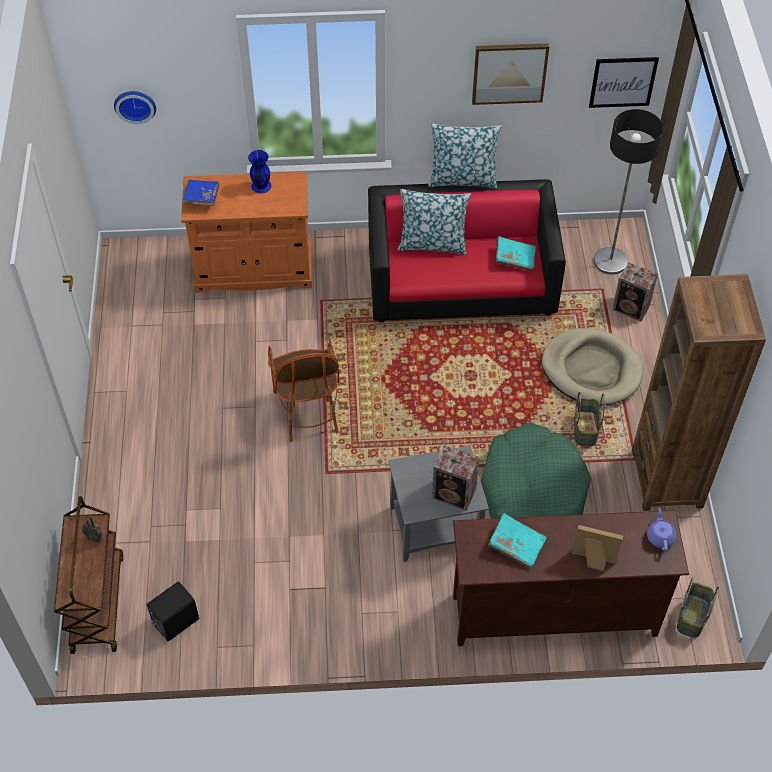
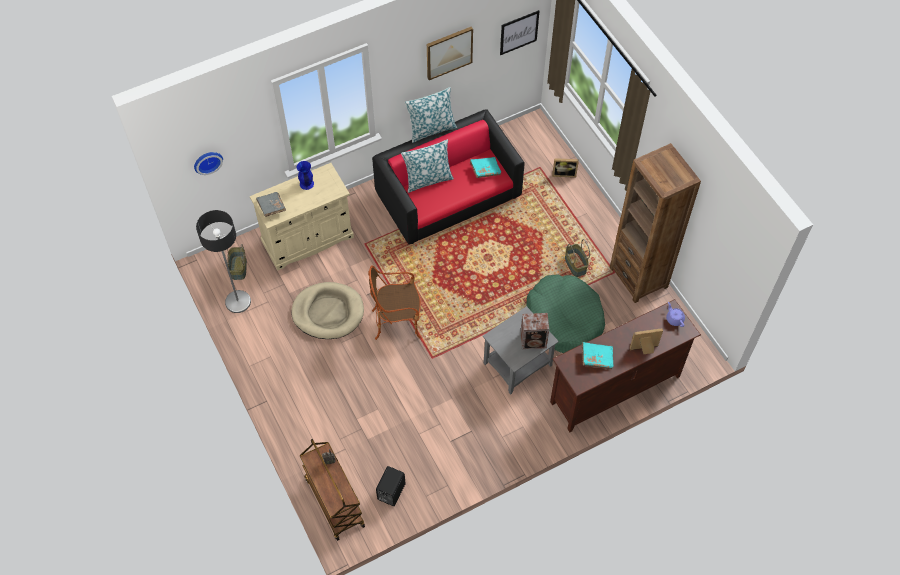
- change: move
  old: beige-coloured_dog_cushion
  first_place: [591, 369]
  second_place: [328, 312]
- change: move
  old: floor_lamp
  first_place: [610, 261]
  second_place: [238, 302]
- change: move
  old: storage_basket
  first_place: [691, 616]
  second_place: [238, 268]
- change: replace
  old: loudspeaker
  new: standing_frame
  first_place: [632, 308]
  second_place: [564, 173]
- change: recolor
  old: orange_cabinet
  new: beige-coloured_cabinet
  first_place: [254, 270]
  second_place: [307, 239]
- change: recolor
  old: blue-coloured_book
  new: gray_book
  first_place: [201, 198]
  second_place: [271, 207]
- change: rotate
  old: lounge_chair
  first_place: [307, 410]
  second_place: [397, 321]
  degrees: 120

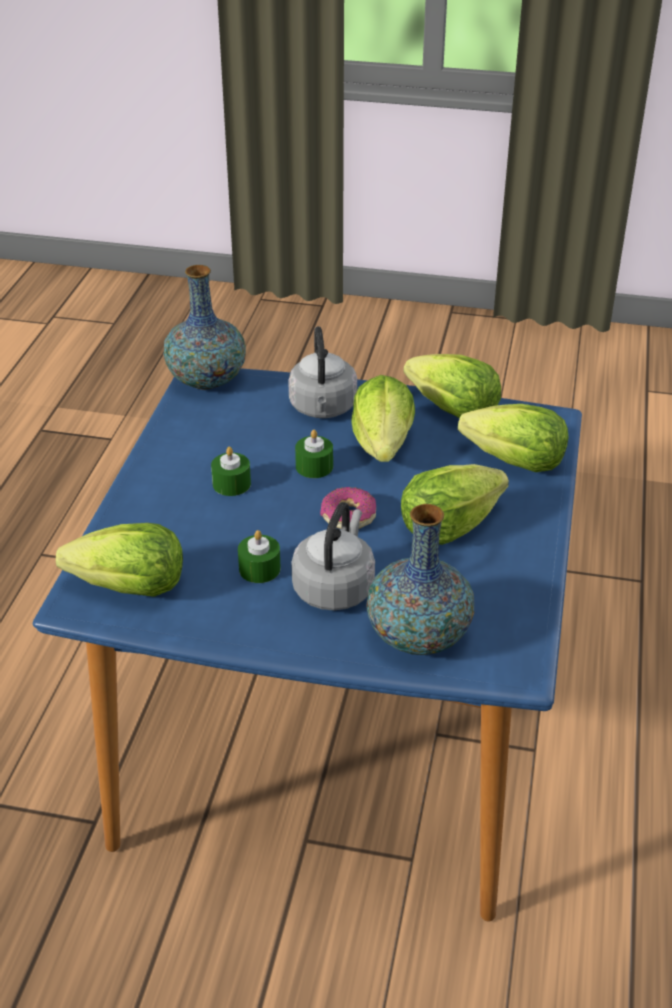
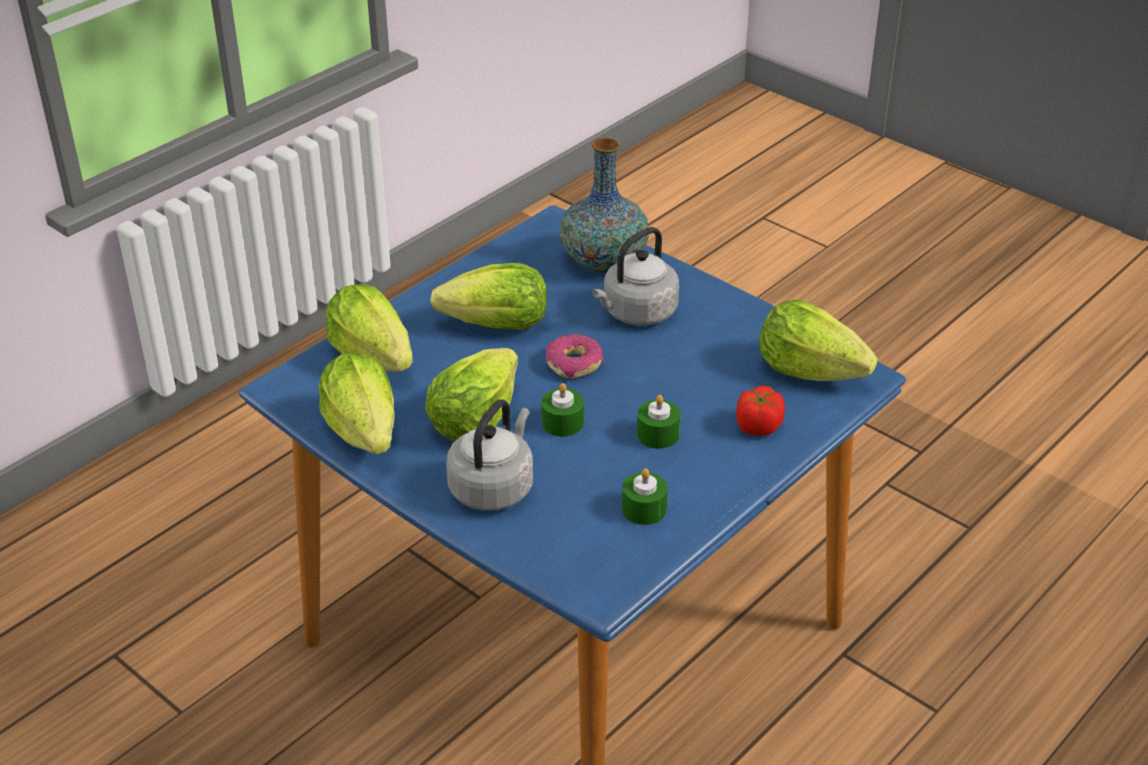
- change: delete
  old: vase
  first_place: [206, 380]
- change: insert
  new: tomato
  second_place: [758, 426]
- change: move
  old: green-coloured_wax_candle
  first_place: [259, 569]
  second_place: [644, 509]

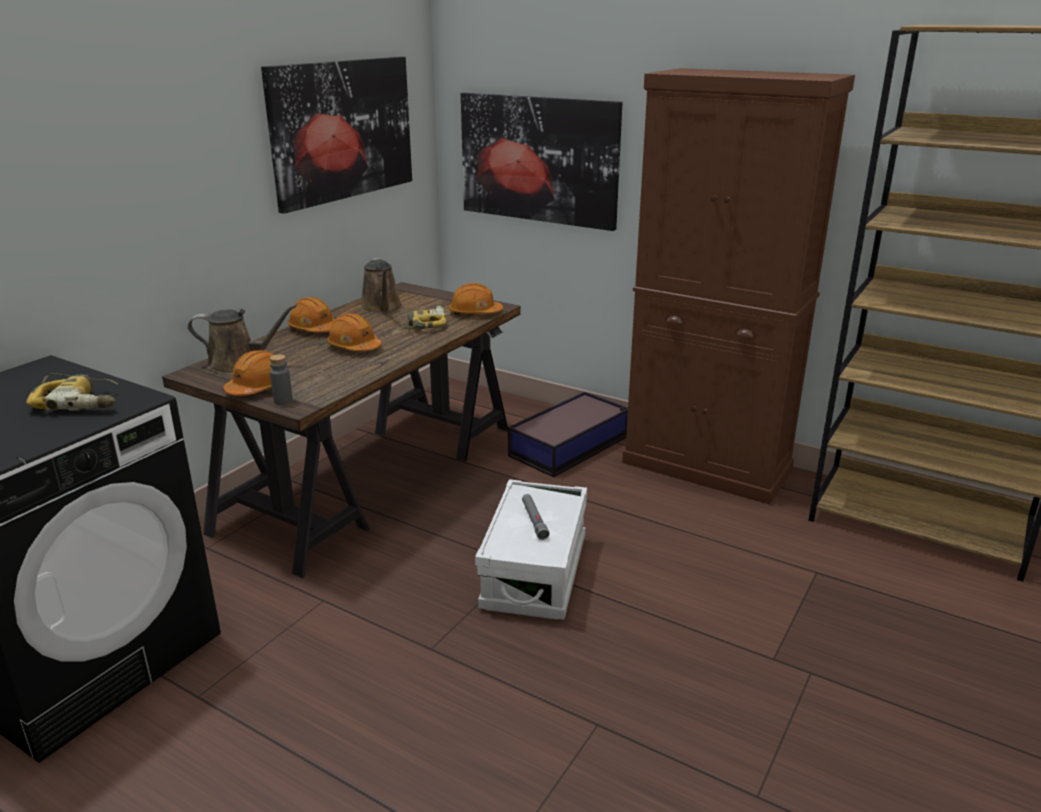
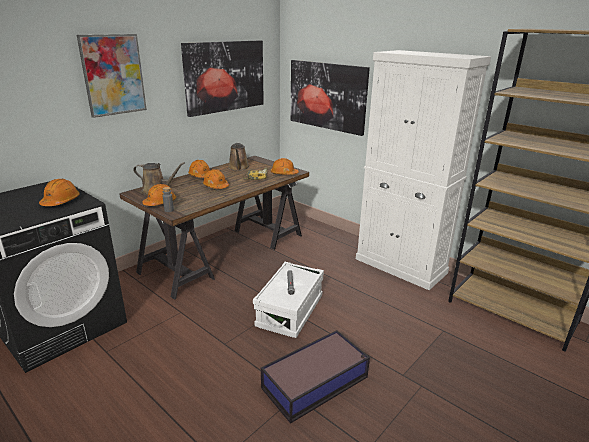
- change: insert
  new: wall_picture
  second_place: [113, 75]
- change: move
  old: storage_box
  first_place: [571, 445]
  second_place: [316, 382]
- change: replace
  old: drill
  new: orange_work_helmet
  first_place: [79, 401]
  second_place: [61, 201]
- change: recolor
  old: brown-coloured_cabinet
  new: white_cabinet
  first_place: [707, 467]
  second_place: [400, 266]

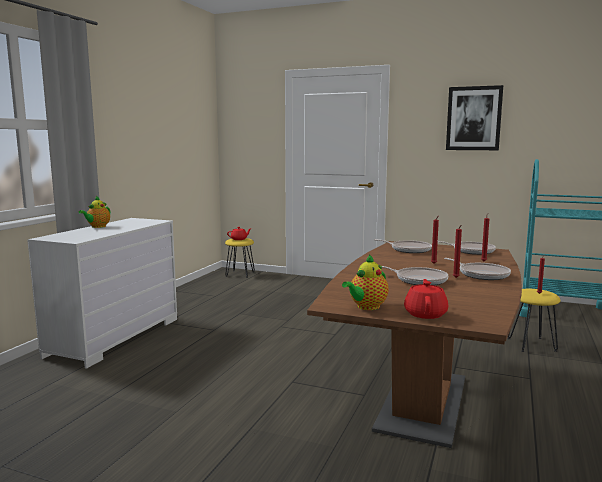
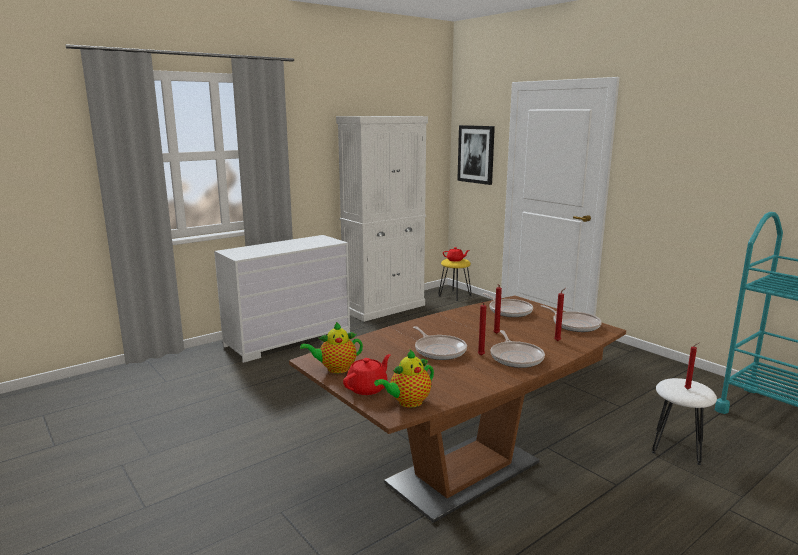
- change: insert
  new: white_cabinet
  second_place: [384, 308]
- change: move
  old: teapot
  first_place: [97, 227]
  second_place: [408, 402]
- change: move
  old: wall_picture
  first_place: [474, 118]
  second_place: [476, 154]
- change: recolor
  old: yellow-coloured_stool_seat
  new: white_stool_seat
  first_place: [532, 344]
  second_place: [677, 448]

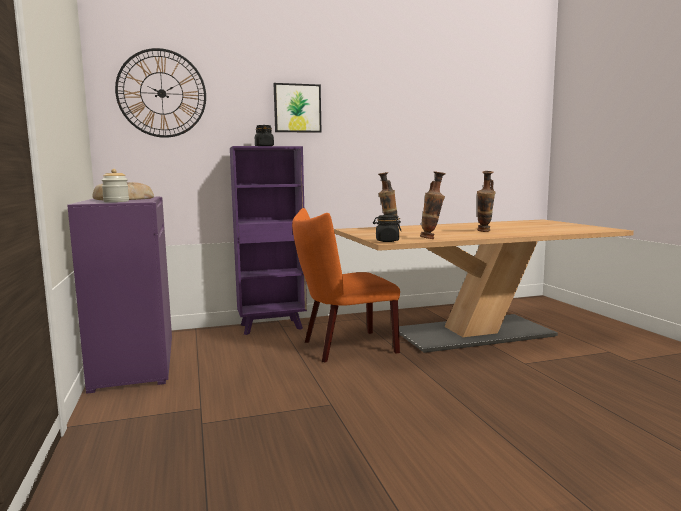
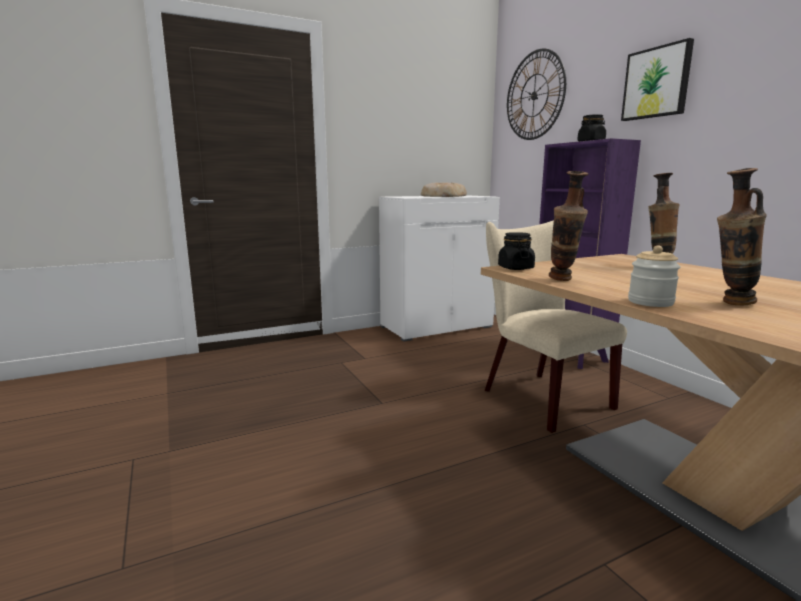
- change: move
  old: jar
  first_place: [116, 201]
  second_place: [650, 302]
- change: recolor
  old: purple-coloured_cabinet
  new: white_cabinet
  first_place: [133, 363]
  second_place: [436, 326]
- change: recolor
  old: orange_plain_chair
  new: beige-coloured_plain_chair
  first_place: [343, 347]
  second_place: [539, 396]

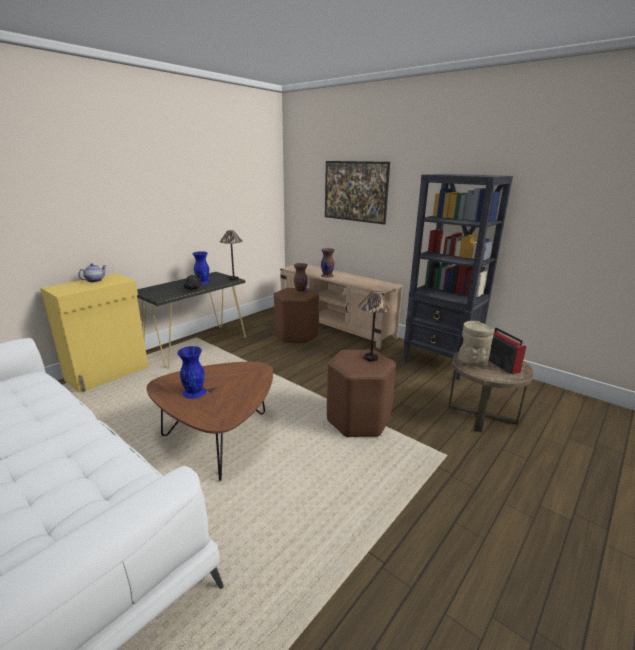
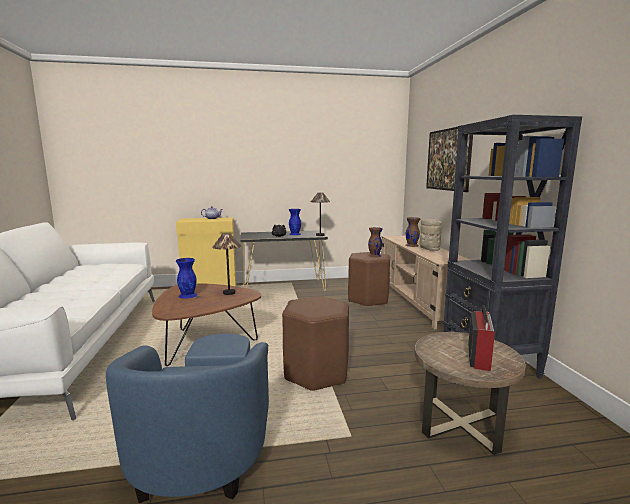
- change: insert
  new: blue-coloured_lounge_chair
  second_place: [205, 441]
- change: move
  old: tabletop_lamp
  first_place: [371, 358]
  second_place: [229, 293]
- change: move
  old: beige-coloured_vase
  first_place: [471, 363]
  second_place: [429, 249]

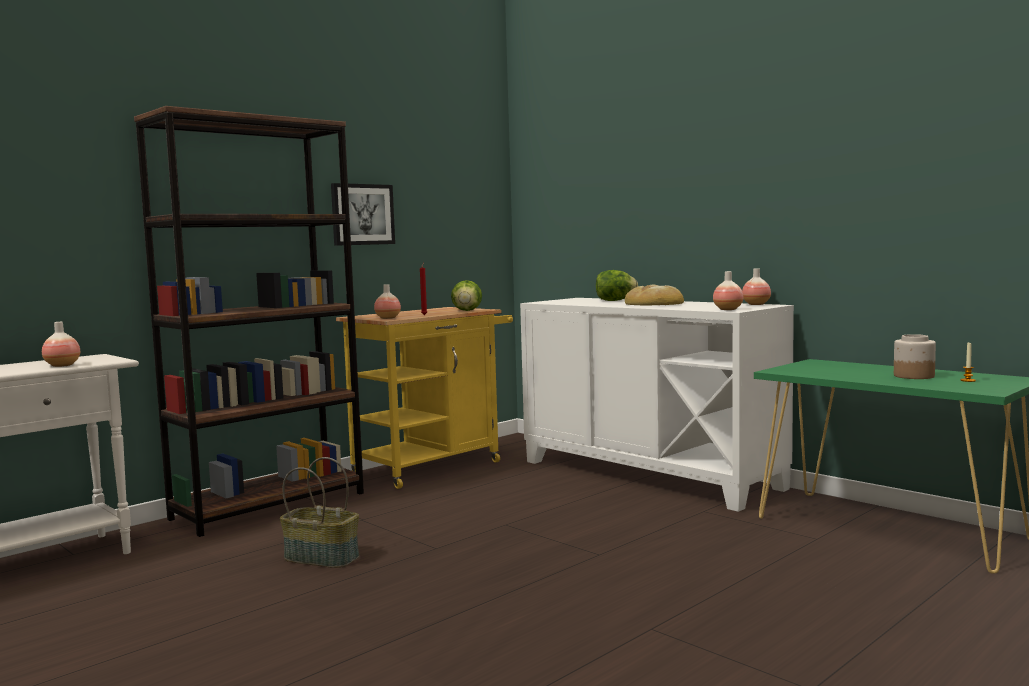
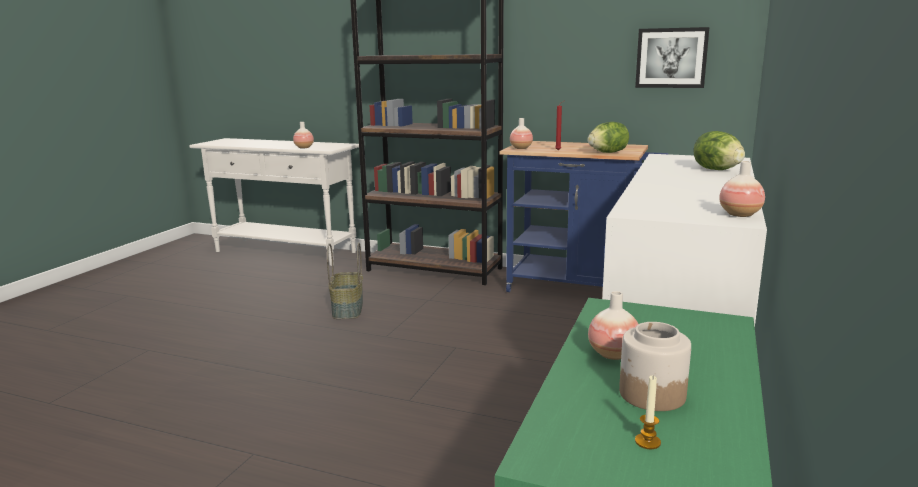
- change: delete
  old: bread
  first_place: [655, 303]
- change: move
  old: wall_picture
  first_place: [362, 214]
  second_place: [671, 58]
- change: move
  old: vase
  first_place: [728, 309]
  second_place: [613, 354]
- change: recolor
  old: yellow-coloured_wheeled_cart
  new: blue-coloured_wheeled_cart
  first_place: [434, 466]
  second_place: [579, 288]

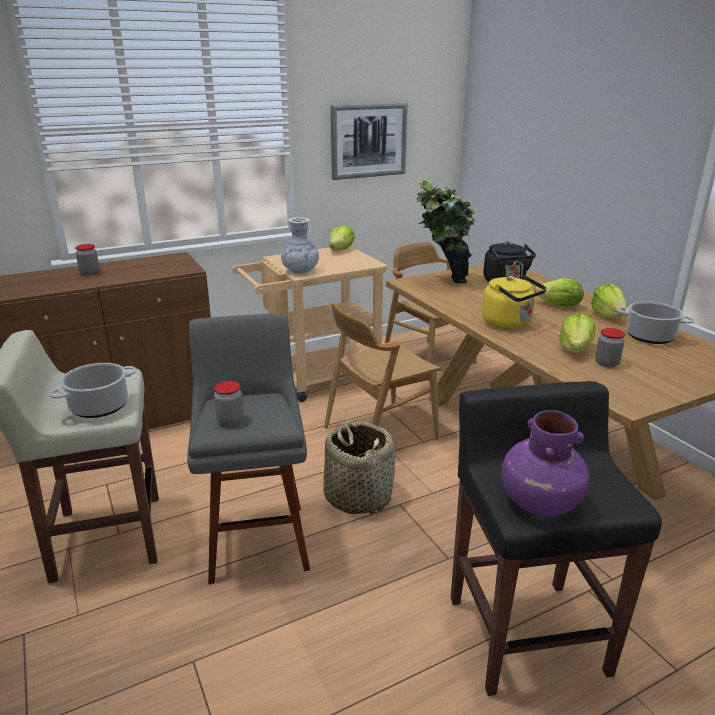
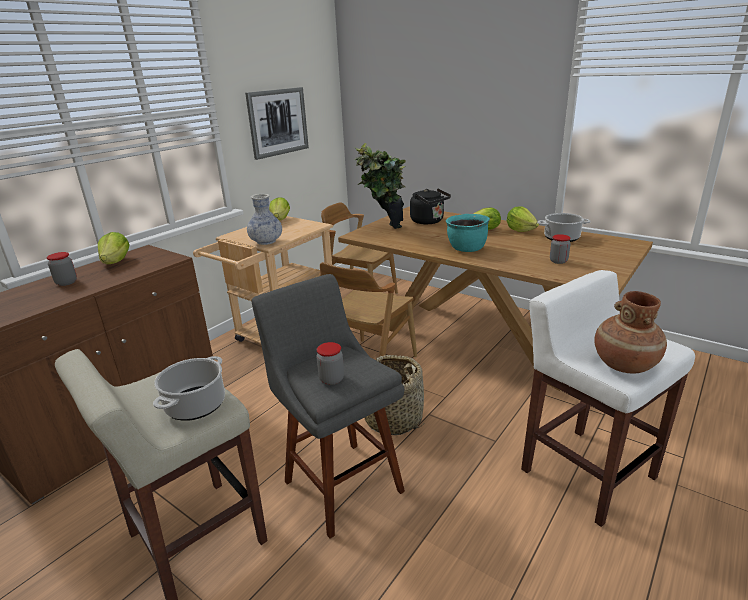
- change: move
  old: lettuce
  first_place: [575, 349]
  second_place: [116, 262]
- change: replace
  old: yellow-coloured_water_kettle
  new: blue-green_saucepot
  first_place: [509, 323]
  second_place: [466, 249]
- change: recolor
  old: black_stool_seat
  new: white_stool_seat
  first_place: [526, 633]
  second_place: [586, 472]
- change: recolor
  old: purple-coloured_vase
  new: brown-coloured_vase
  first_place: [539, 502]
  second_place: [624, 364]

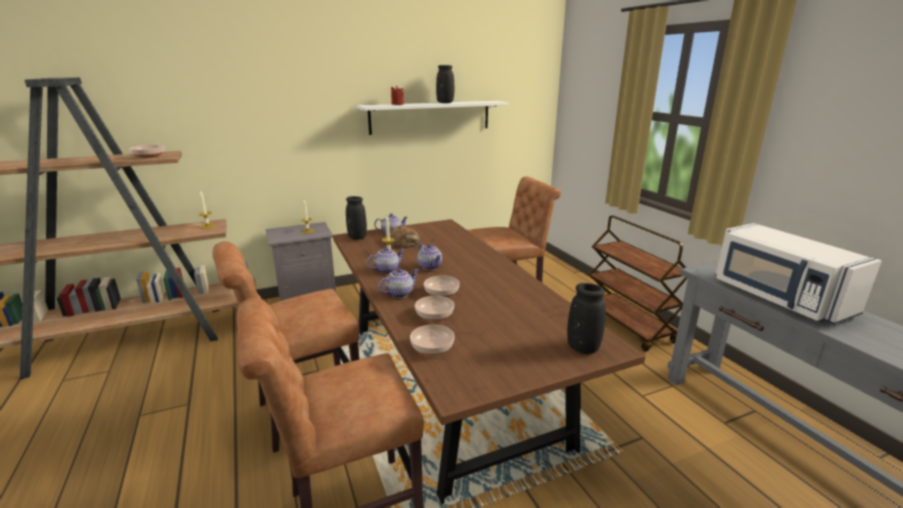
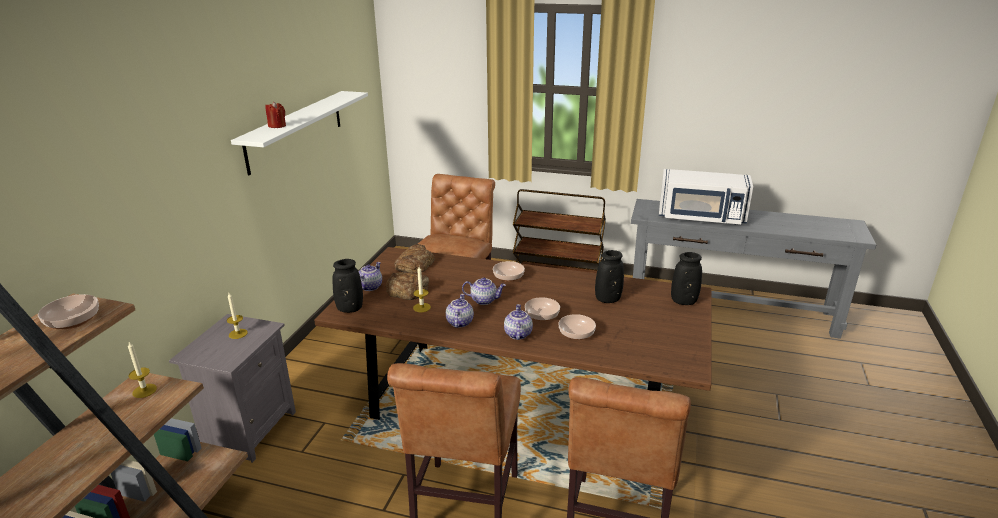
- change: insert
  new: bread
  second_place: [414, 264]
- change: move
  old: deep_dish
  first_place: [433, 347]
  second_place: [508, 277]
- change: move
  old: black_vase
  first_place: [445, 103]
  second_place: [608, 299]

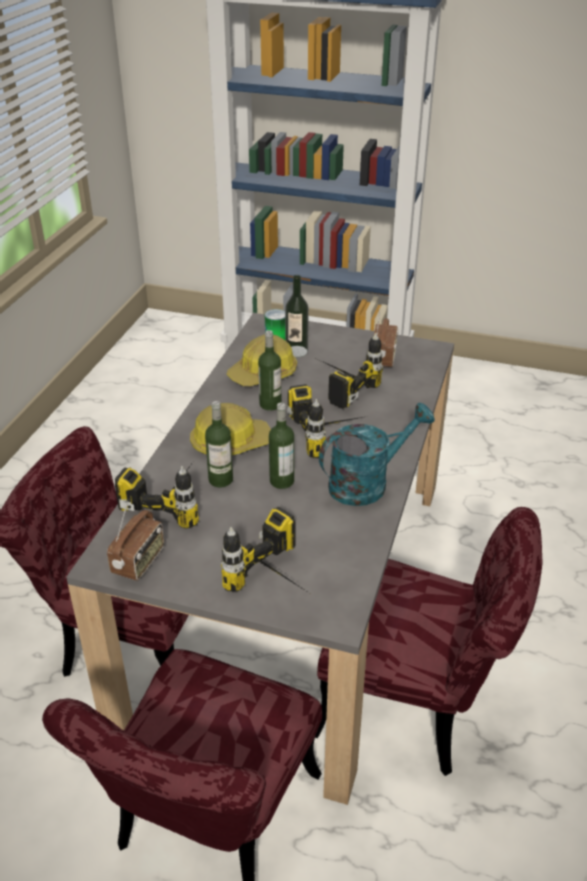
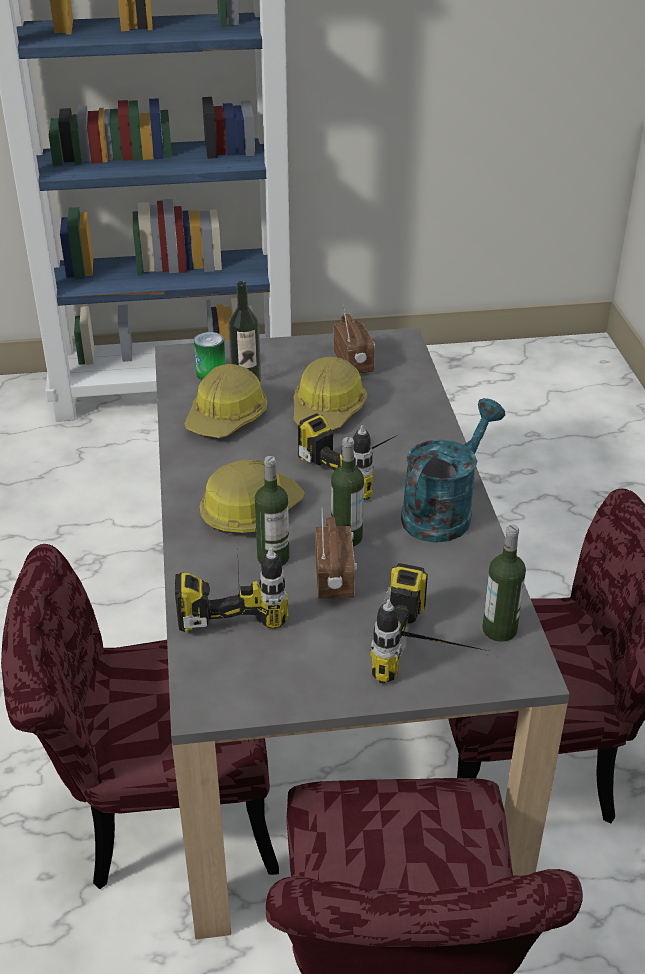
- change: move
  old: radio
  first_place: [139, 562]
  second_place: [335, 580]
- change: move
  old: beverage_bottle
  first_place: [270, 404]
  second_place: [499, 630]
- change: replace
  old: drill
  new: work_helmet
  first_place: [339, 386]
  second_place: [328, 410]

